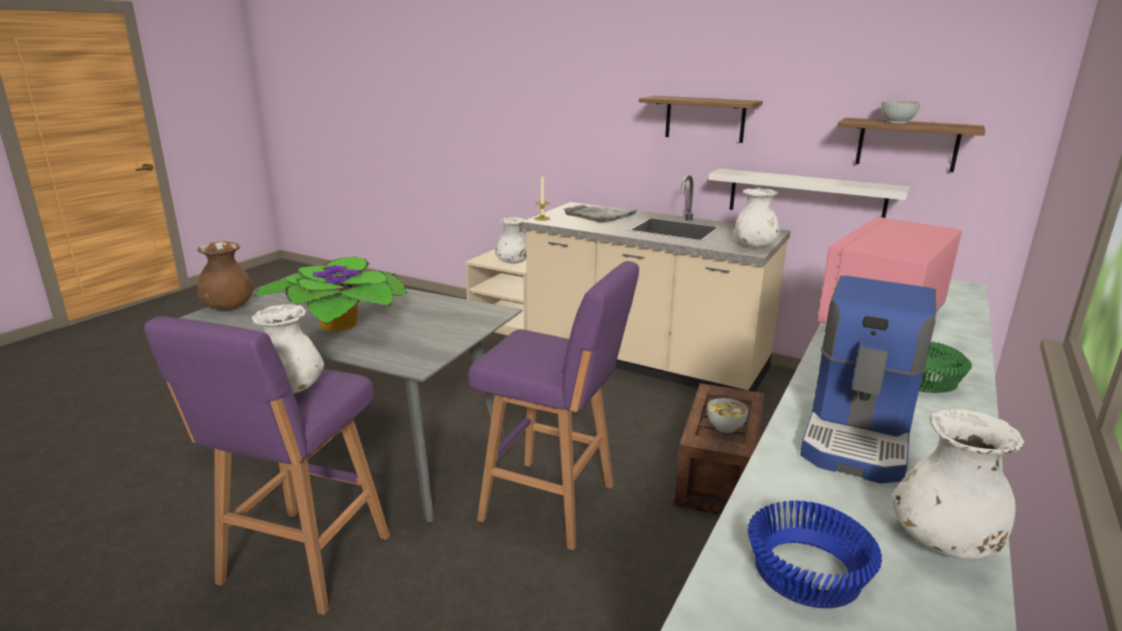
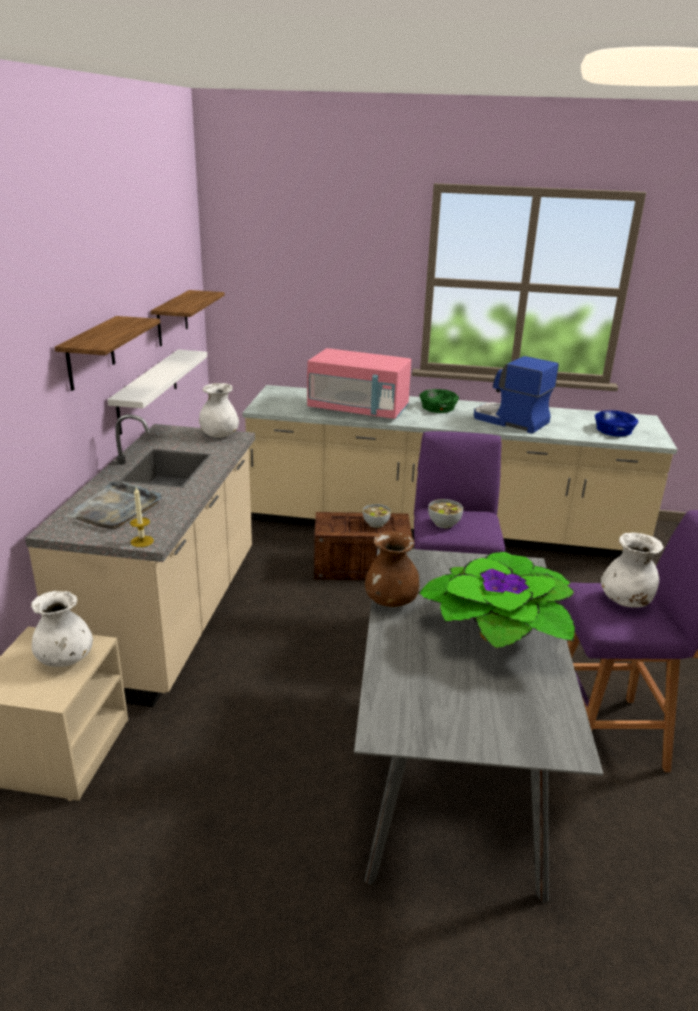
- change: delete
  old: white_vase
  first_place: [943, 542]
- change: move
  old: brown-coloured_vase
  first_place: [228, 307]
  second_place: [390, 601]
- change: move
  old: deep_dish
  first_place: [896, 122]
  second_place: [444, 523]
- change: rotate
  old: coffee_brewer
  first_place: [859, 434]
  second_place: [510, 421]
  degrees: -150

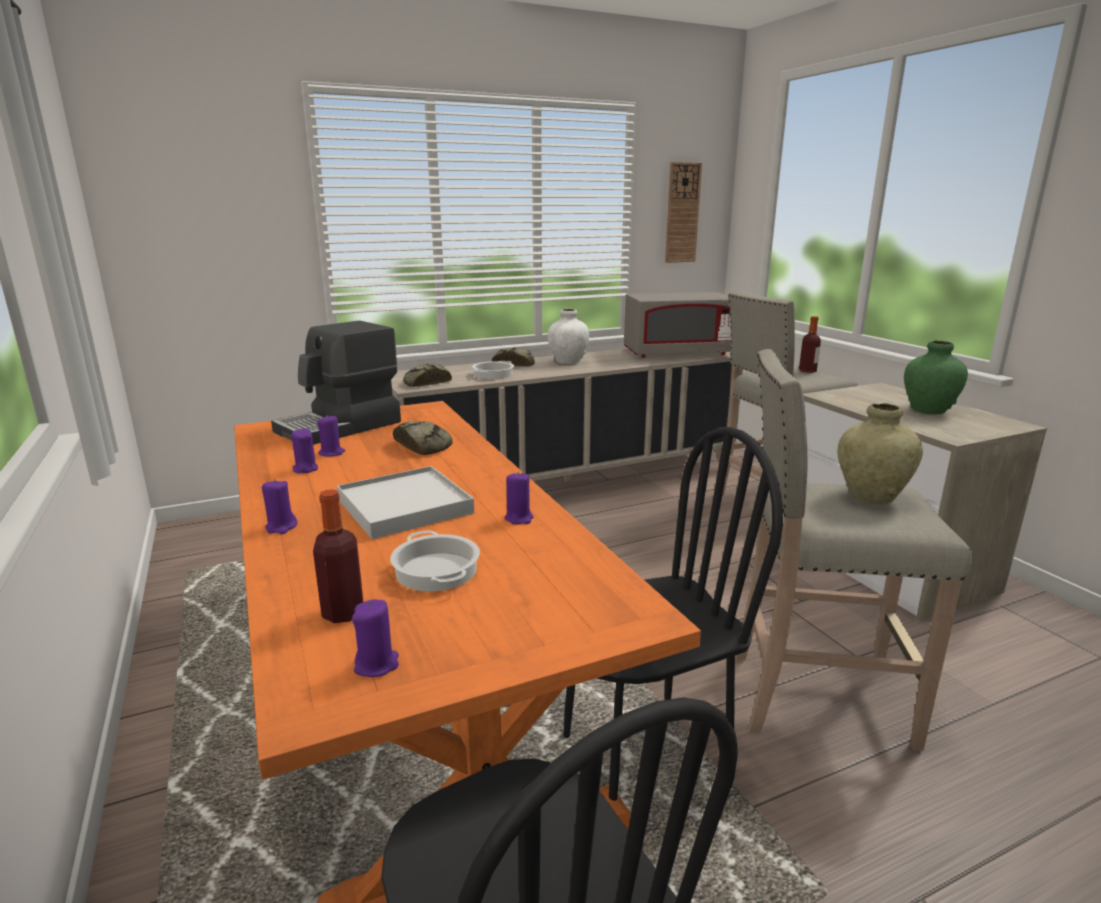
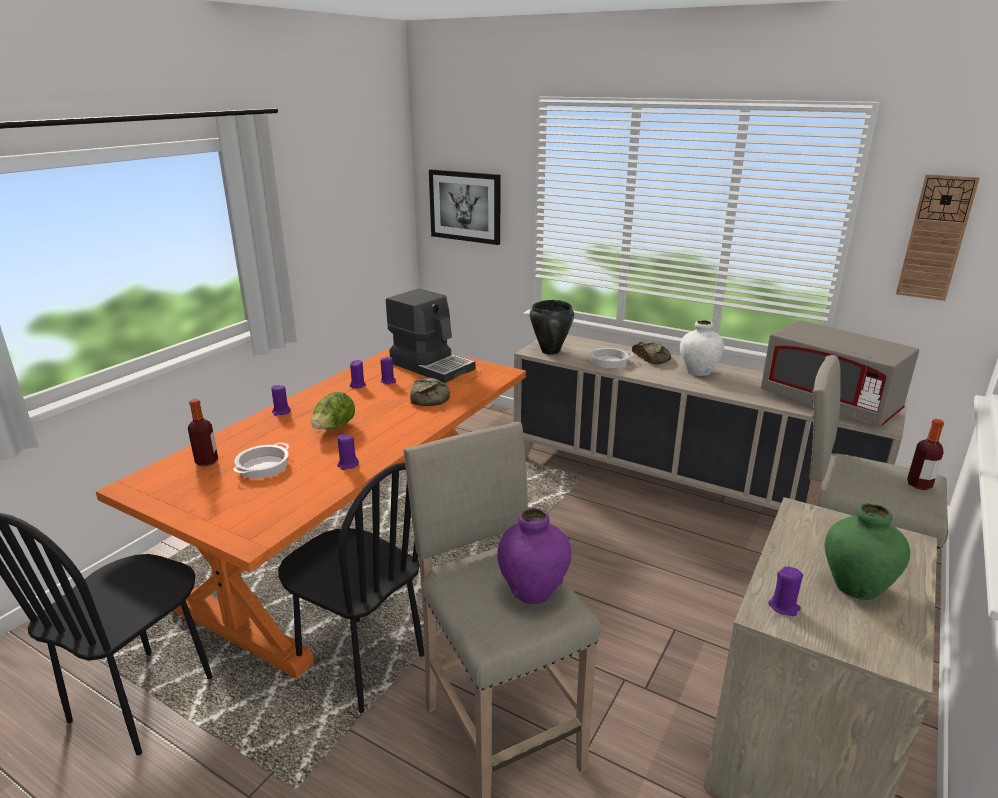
- change: insert
  new: wall_picture
  second_place: [465, 206]
- change: move
  old: purple-coloured_wax_candle
  first_place: [377, 665]
  second_place: [784, 607]
- change: replace
  old: white_carrying_tray
  new: lettuce
  first_place: [405, 506]
  second_place: [334, 429]
- change: replace
  old: bread
  new: black_saucepot
  first_place: [425, 383]
  second_place: [550, 351]
- change: recolor
  old: beige-coloured_vase
  new: purple-coloured_vase
  first_place: [871, 496]
  second_place: [533, 591]
- change: rotate
  old: coffee_brewer
  first_place: [340, 427]
  second_place: [432, 366]
  degrees: -150

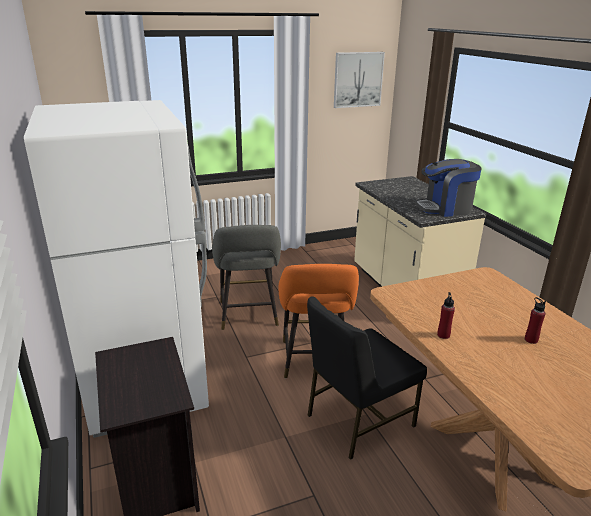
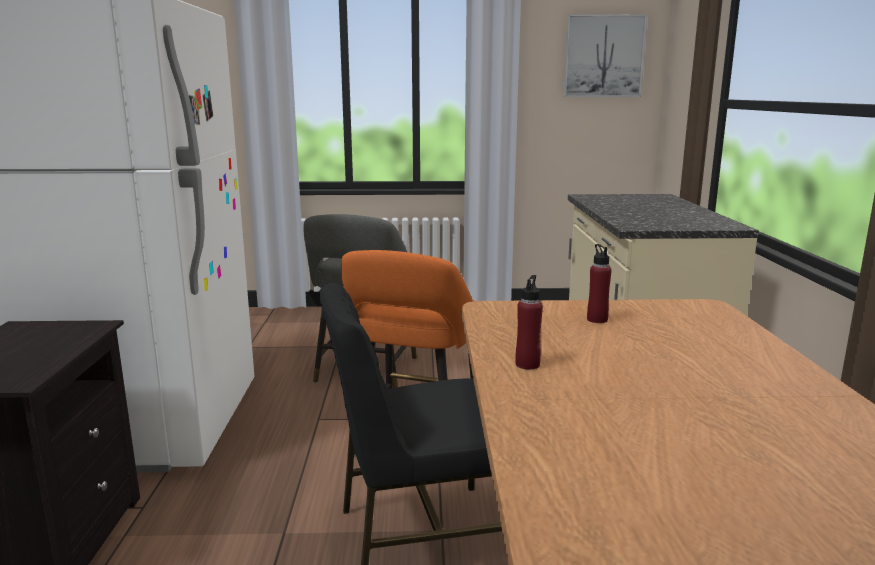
- change: delete
  old: coffee_brewer
  first_place: [445, 208]
- change: move
  old: reddish_beverage_bottle
  first_place: [531, 340]
  second_place: [597, 319]

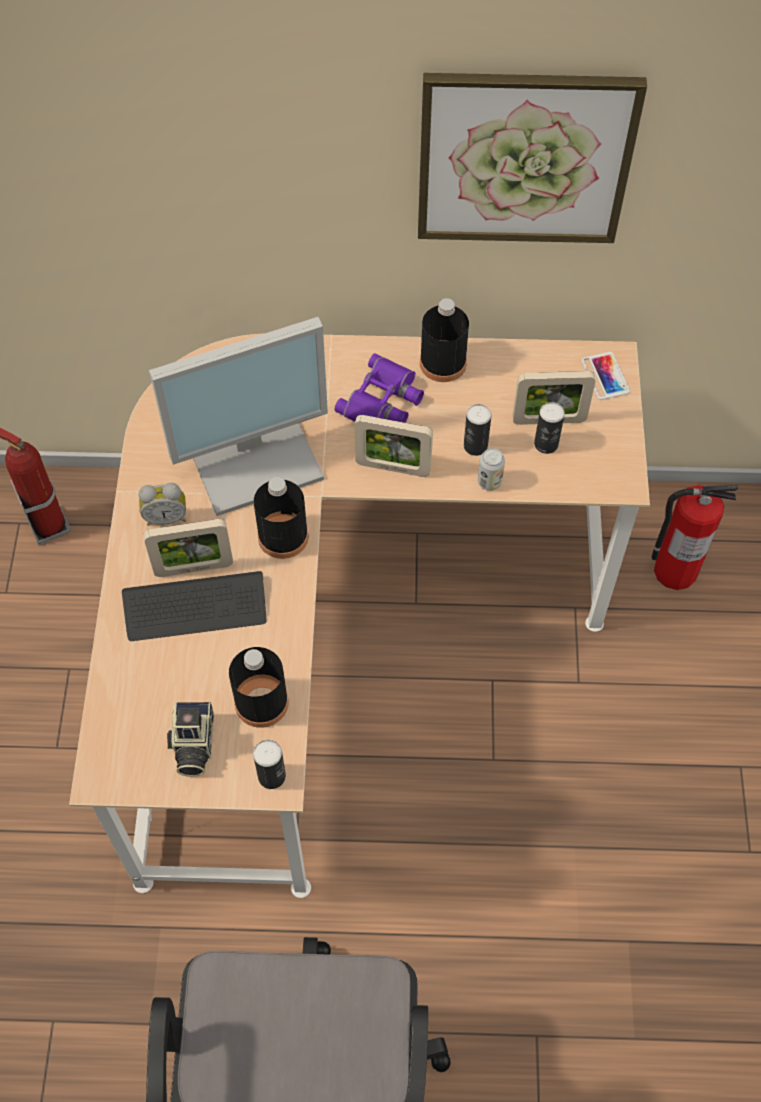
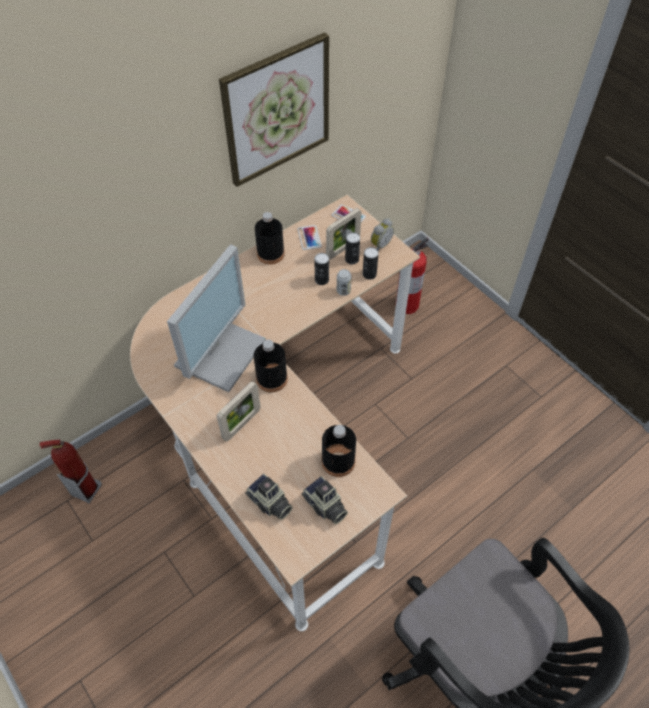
- change: delete
  old: computer_keyboard
  first_place: [195, 608]
- change: delete
  old: purple-coloured_pair_of_binoculars
  first_place: [383, 401]
- change: delete
  old: standing_frame
  first_place: [393, 467]
- change: insert
  new: still_camera
  second_place: [270, 503]
- change: insert
  new: telephone
  second_place: [309, 238]
- change: move
  old: bedside_clock
  first_place: [166, 517]
  second_place: [380, 245]
- change: move
  old: can
  first_place: [271, 776]
  second_place: [369, 274]

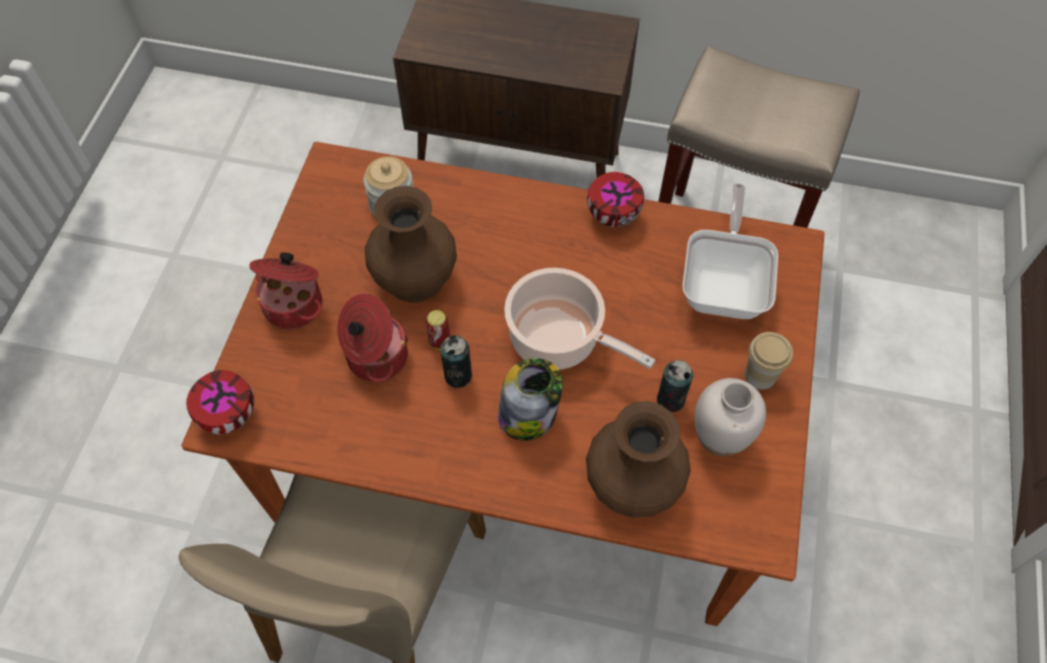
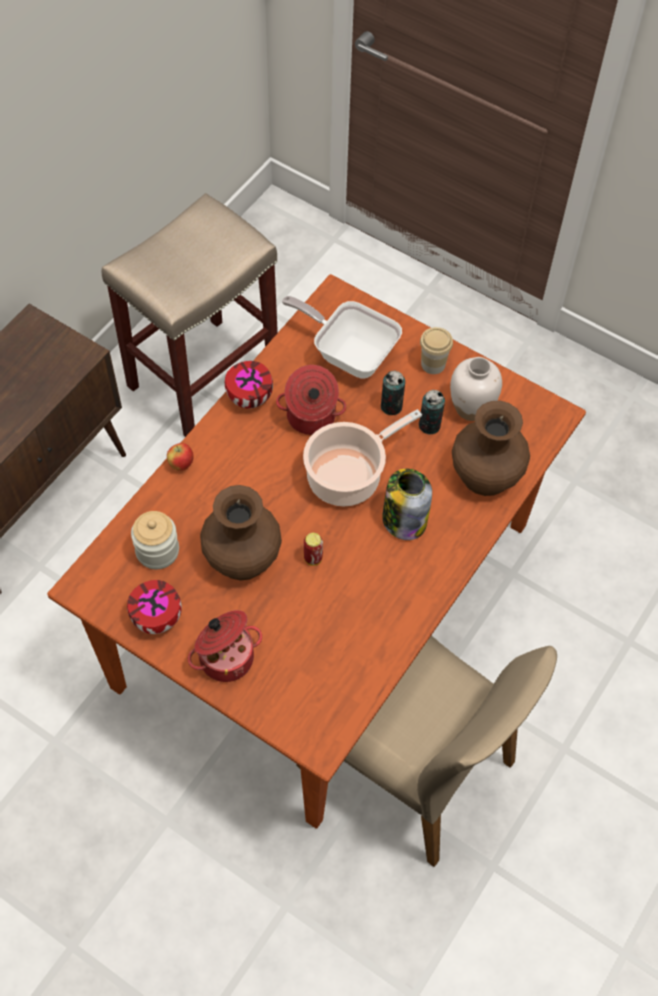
- change: insert
  new: apple_fruit
  second_place: [181, 465]
- change: move
  old: deep_dish
  first_place: [227, 415]
  second_place: [156, 619]
- change: move
  old: saucepot
  first_place: [375, 357]
  second_place: [310, 417]
- change: move
  old: can
  first_place: [458, 375]
  second_place: [391, 406]

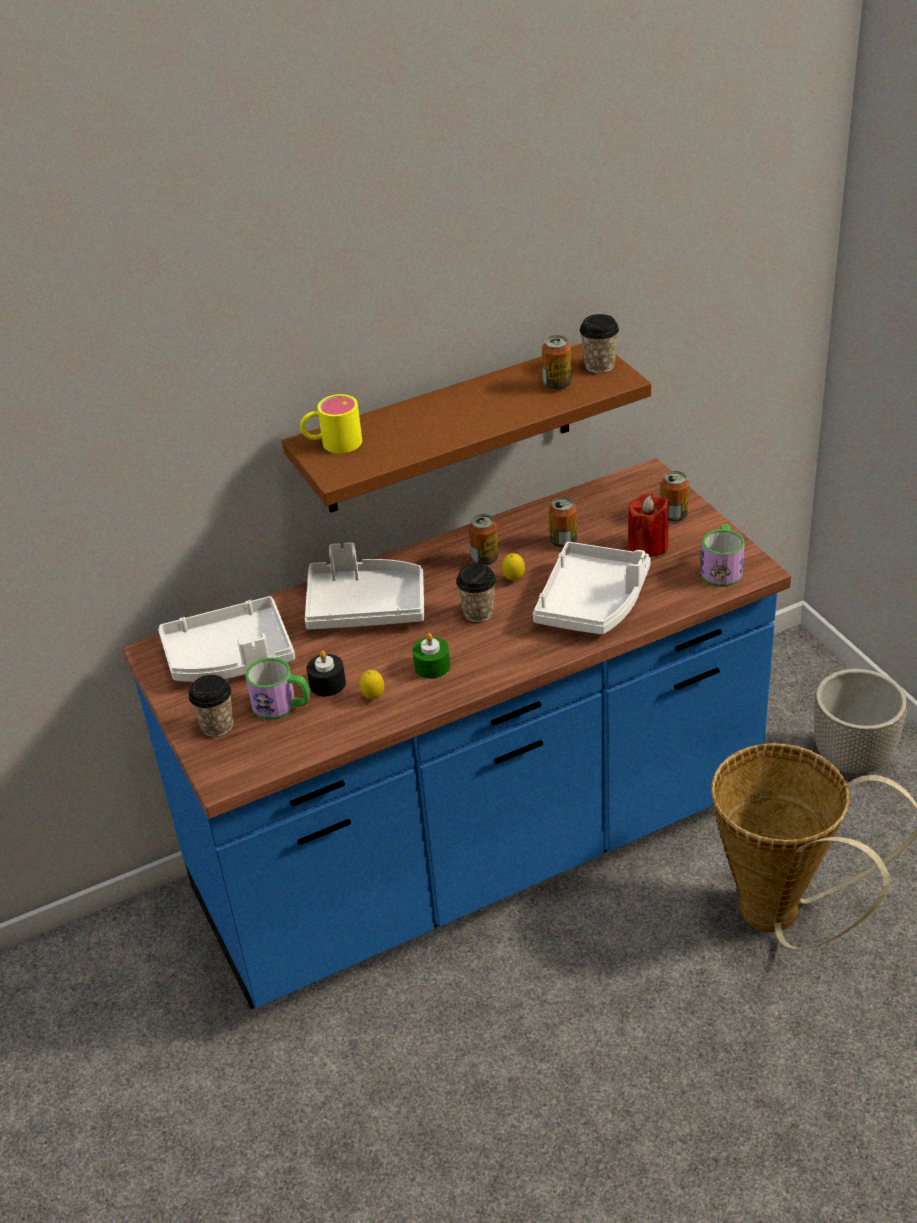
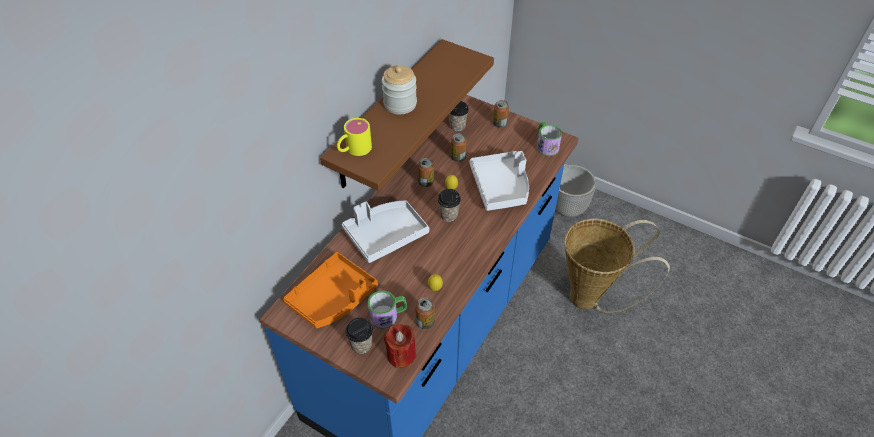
- change: delete
  old: black_wax_candle
  first_place: [327, 684]
- change: delete
  old: green-coloured_wax_candle
  first_place: [432, 666]
- change: insert
  new: jar
  second_place: [400, 104]
- change: move
  old: can
  first_place: [557, 384]
  second_place: [425, 322]
- change: move
  old: drinking_cup
  first_place: [599, 365]
  second_place: [457, 126]
- change: move
  old: reddish_wax_candle
  first_place: [648, 546]
  second_place: [401, 355]
- change: recolor
  old: white_carrying_tray
  new: orange_carrying_tray
  first_place: [230, 657]
  second_place: [333, 298]

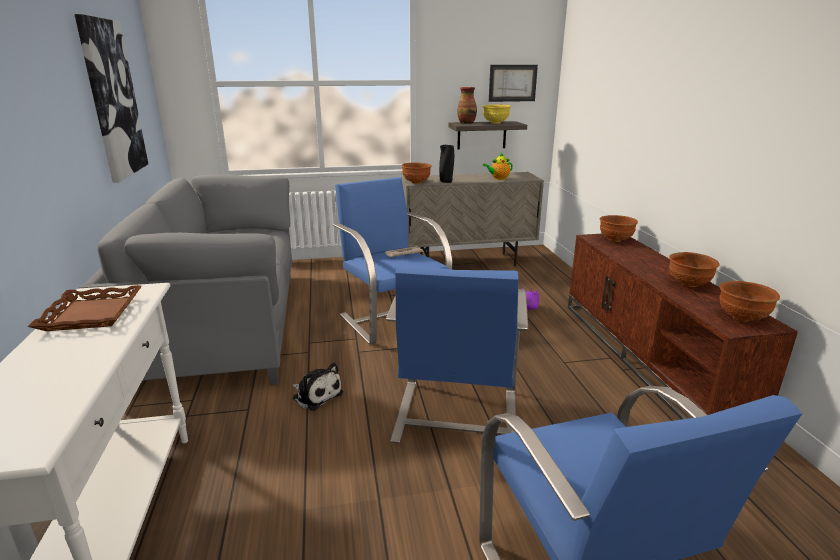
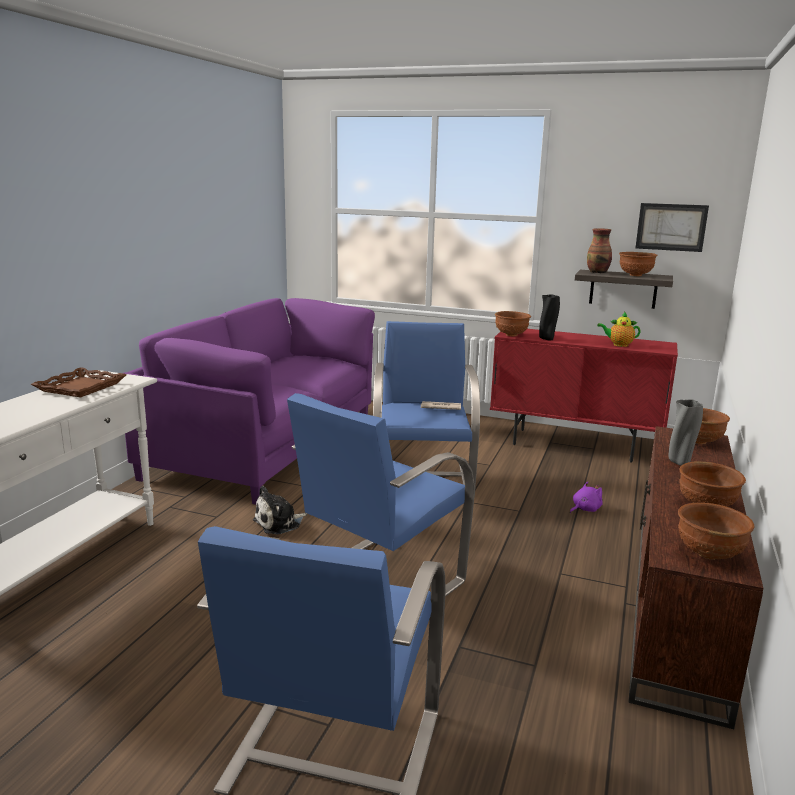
- change: delete
  old: wall_picture
  first_place: [112, 99]
- change: insert
  new: gray_vase
  second_place: [680, 463]
- change: recolor
  old: gray_couch
  new: purple-coloured_couch
  first_place: [224, 325]
  second_place: [266, 446]
- change: recolor
  old: beige-coloured_cabinet
  new: reddish_cabinet
  first_place: [467, 263]
  second_place: [574, 445]
- change: recolor
  old: yellow-coloured_deep_dish
  new: brown-coloured_deep_dish
  first_place: [495, 123]
  second_place: [635, 275]
- change: rotate
  old: cuddly_toy
  first_place: [316, 395]
  second_place: [279, 523]
  degrees: 75

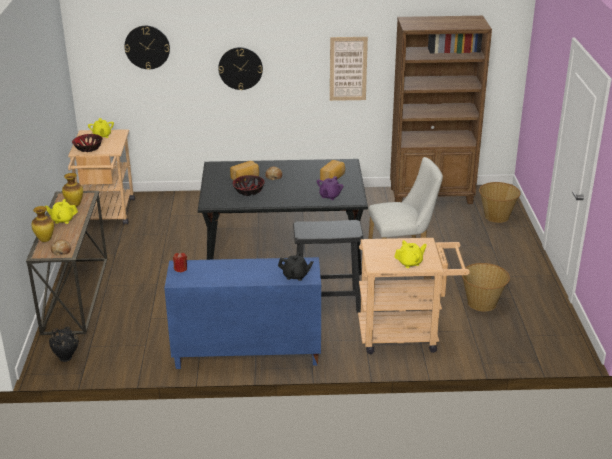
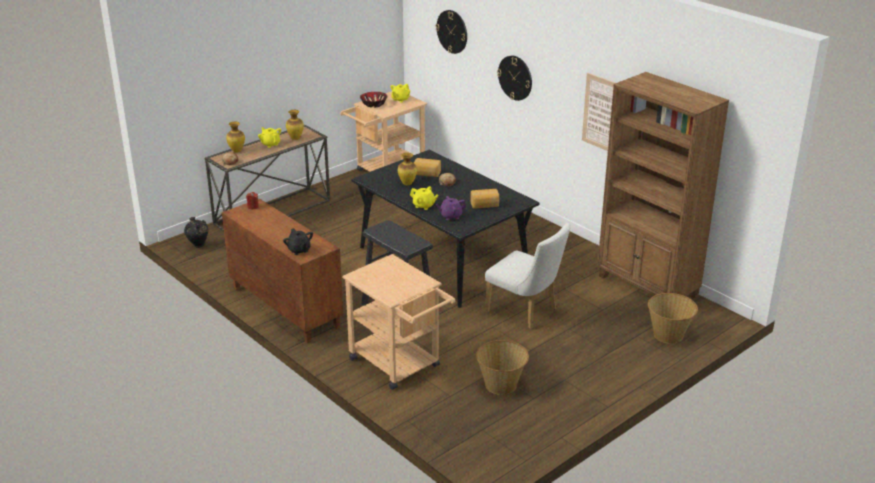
- change: move
  old: yellow-coloured_teapot
  first_place: [410, 263]
  second_place: [424, 206]
- change: replace
  old: deep_dish
  new: vase
  first_place: [249, 191]
  second_place: [407, 184]
- change: recolor
  old: blue-coloured_cabinet
  new: brown-coloured_cabinet
  first_place: [246, 354]
  second_place: [284, 307]

